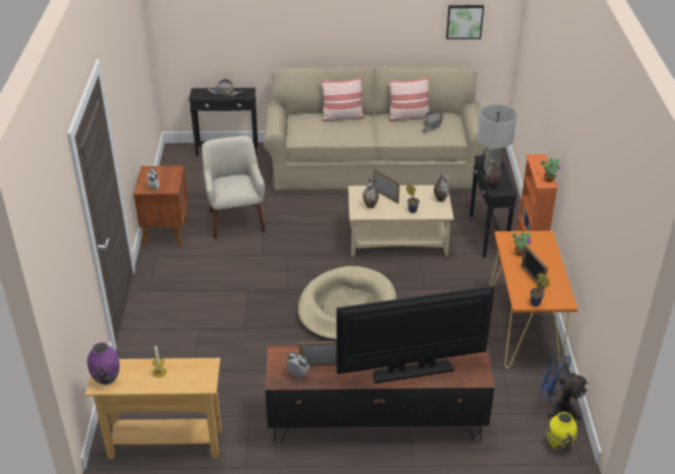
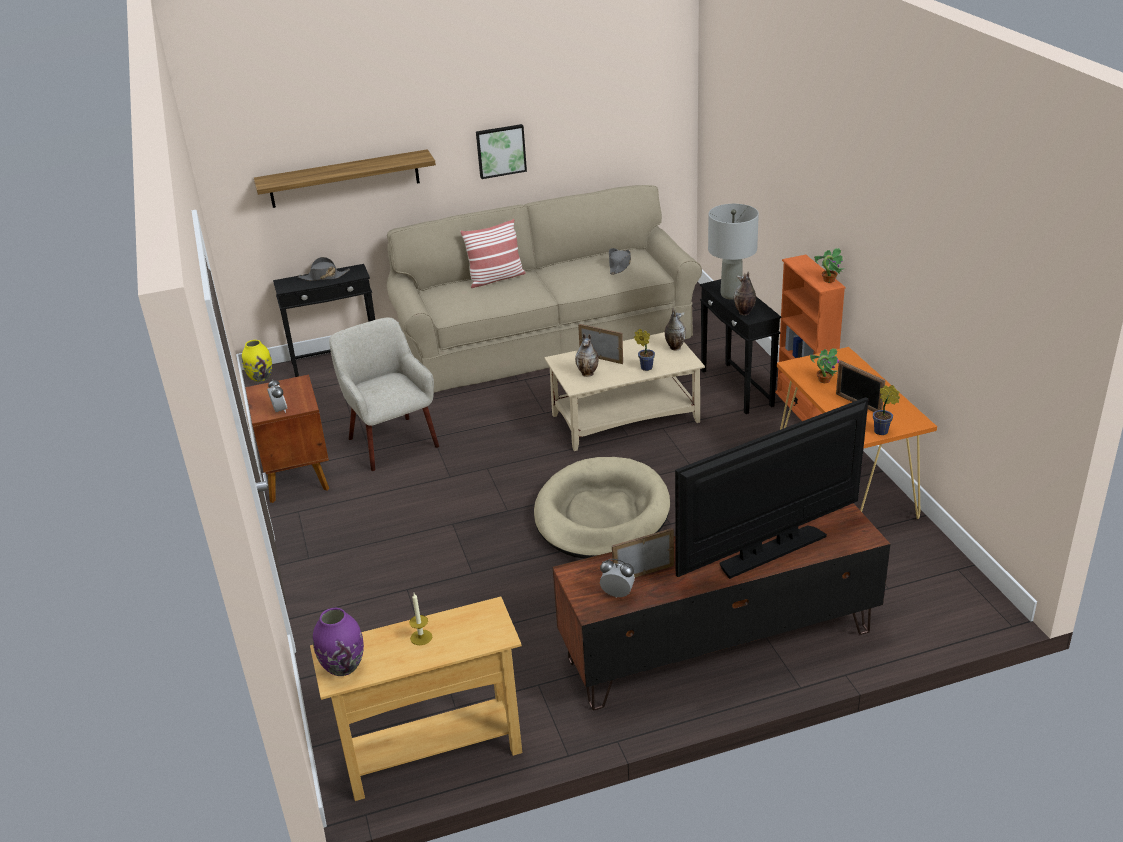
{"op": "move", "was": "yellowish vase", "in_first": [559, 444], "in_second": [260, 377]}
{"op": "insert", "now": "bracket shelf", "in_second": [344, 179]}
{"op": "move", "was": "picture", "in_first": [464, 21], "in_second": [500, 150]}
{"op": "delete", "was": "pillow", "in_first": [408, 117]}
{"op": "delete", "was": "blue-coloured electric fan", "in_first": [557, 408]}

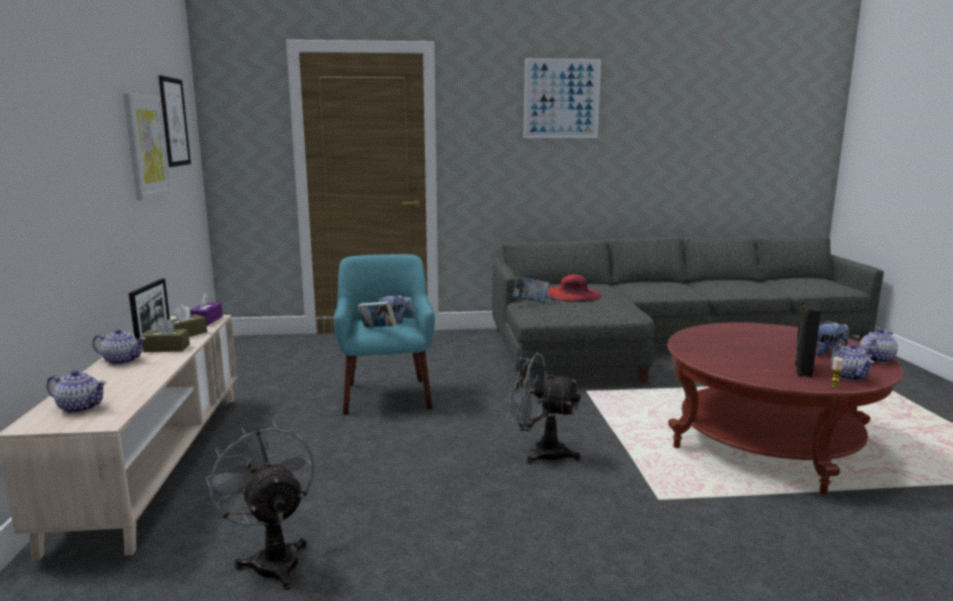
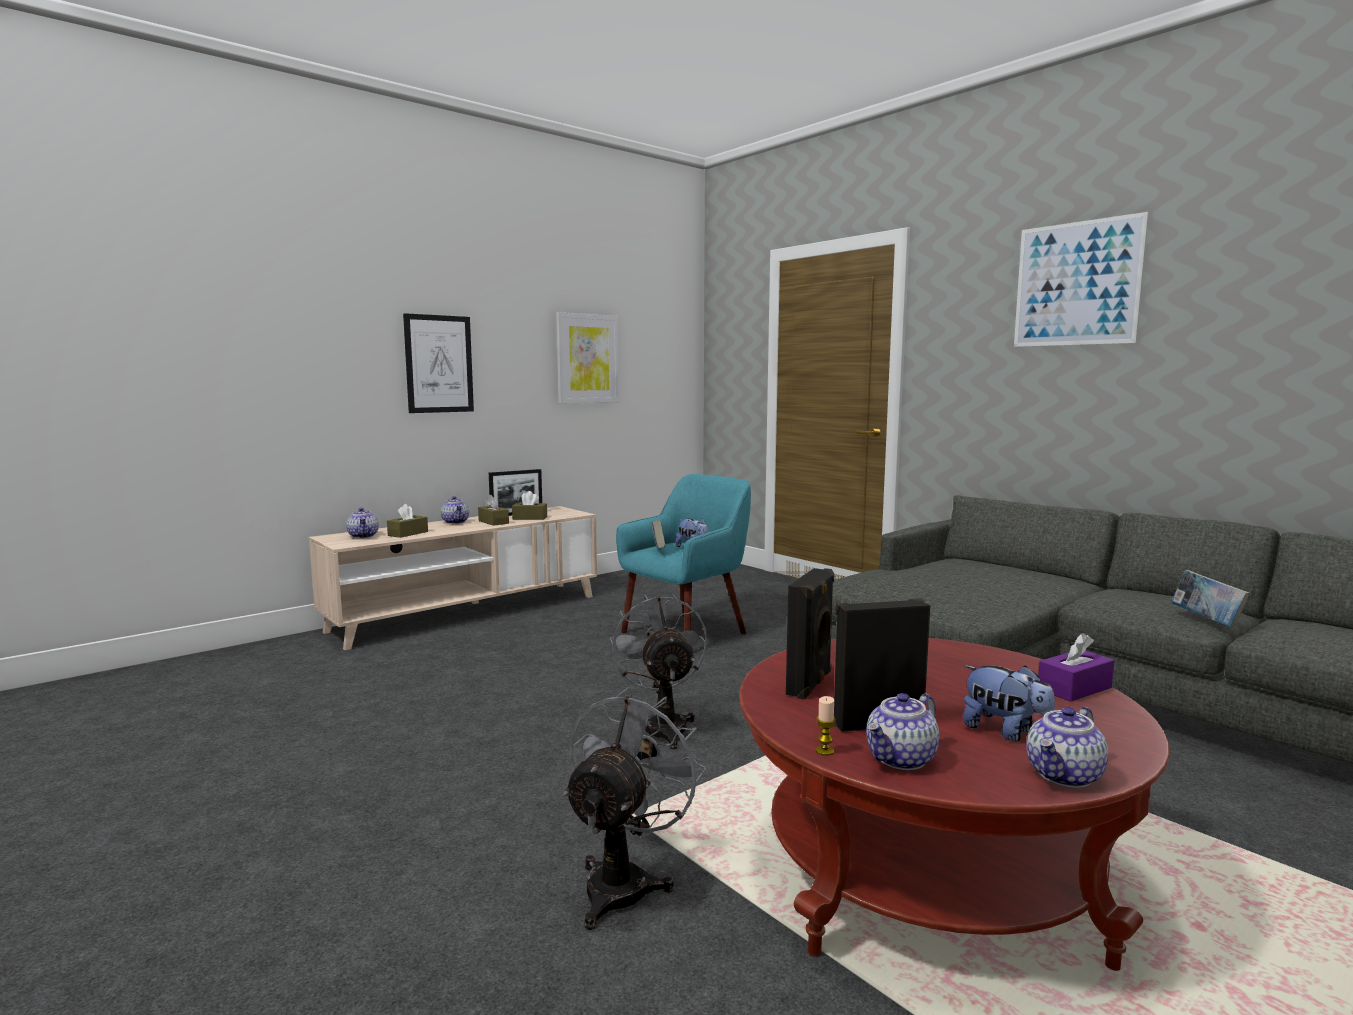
{"op": "insert", "now": "brown-coloured box of tissues", "in_second": [408, 533]}
{"op": "move", "was": "picture", "in_first": [174, 122], "in_second": [439, 364]}
{"op": "move", "was": "greyish electric fan", "in_first": [273, 559], "in_second": [625, 882]}
{"op": "insert", "now": "blackish loudspeaker", "in_second": [810, 684]}
{"op": "rotate", "was": "tea pot", "in_first": [875, 359], "in_second": [1065, 776], "clockwise": 120}
{"op": "move", "was": "purplish box of tissues", "in_first": [206, 320], "in_second": [1074, 688]}
{"op": "move", "was": "volume", "in_first": [530, 302], "in_second": [1206, 621]}
{"op": "delete", "was": "red hat", "in_first": [573, 294]}

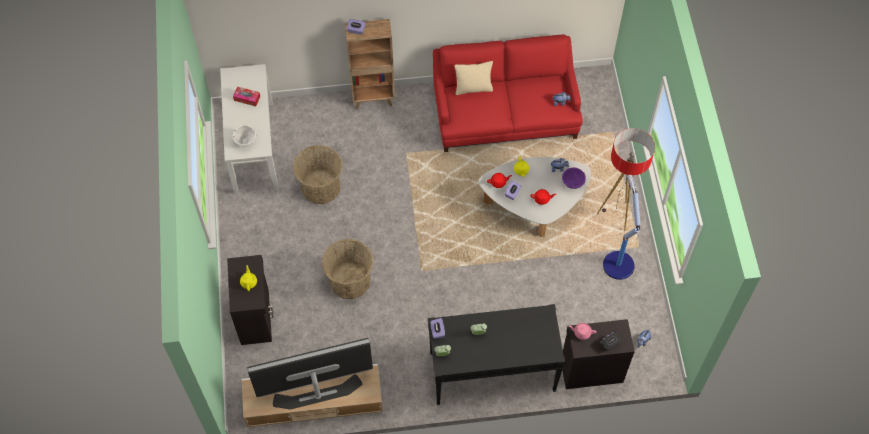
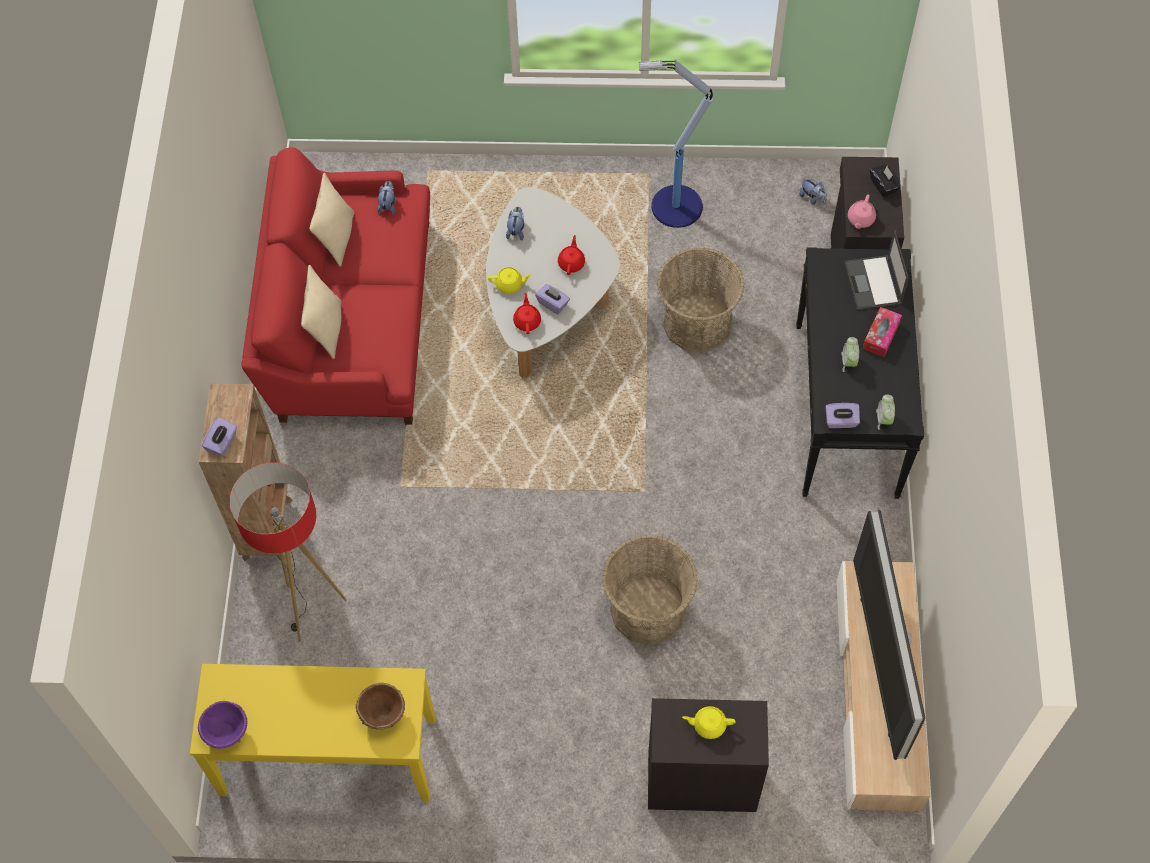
{"op": "recolor", "was": "white-coloured narrow table", "now": "yellowish narrow table", "in_first": [253, 148], "in_second": [328, 757]}
{"op": "move", "was": "purplish bowl", "in_first": [572, 183], "in_second": [227, 732]}
{"op": "move", "was": "floor lamp", "in_first": [615, 215], "in_second": [310, 609]}
{"op": "insert", "now": "beige-coloured pillow", "in_second": [337, 238]}
{"op": "recolor", "was": "white-coloured bowl", "now": "brown-coloured bowl", "in_first": [246, 141], "in_second": [383, 713]}
{"op": "move", "was": "storage basket", "in_first": [320, 186], "in_second": [697, 322]}
{"op": "insert", "now": "laptop", "in_second": [873, 284]}
{"op": "move", "was": "box of tissues", "in_first": [247, 98], "in_second": [881, 335]}

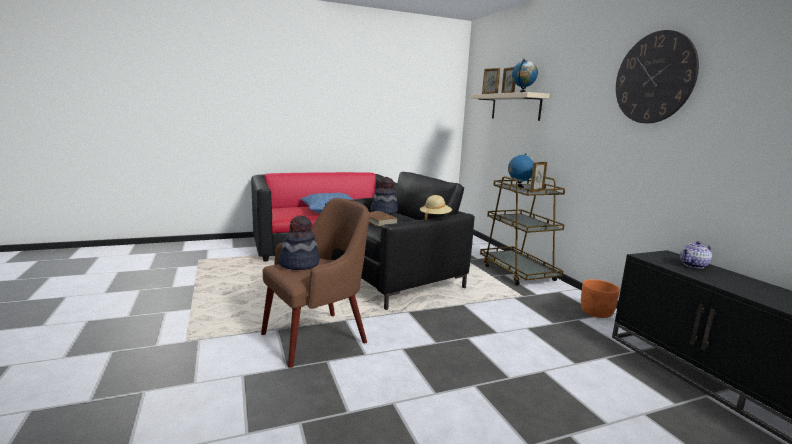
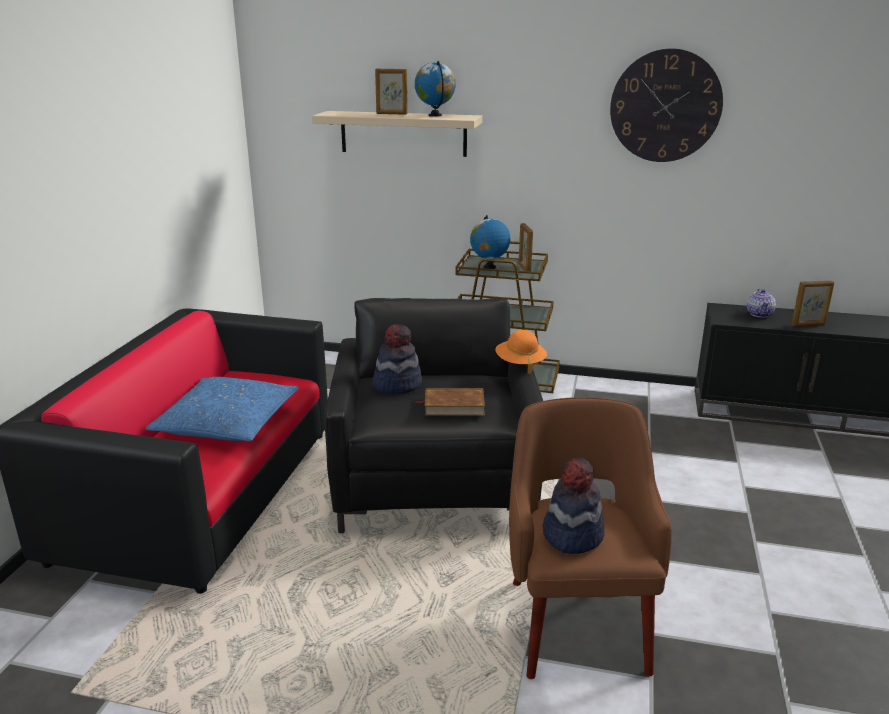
{"op": "recolor", "was": "beige-coloured hat", "now": "orange-coloured hat", "in_first": [435, 217], "in_second": [520, 363]}
{"op": "move", "was": "picture frame", "in_first": [489, 94], "in_second": [808, 325]}
{"op": "delete", "was": "orange-coloured plant pot", "in_first": [596, 313]}

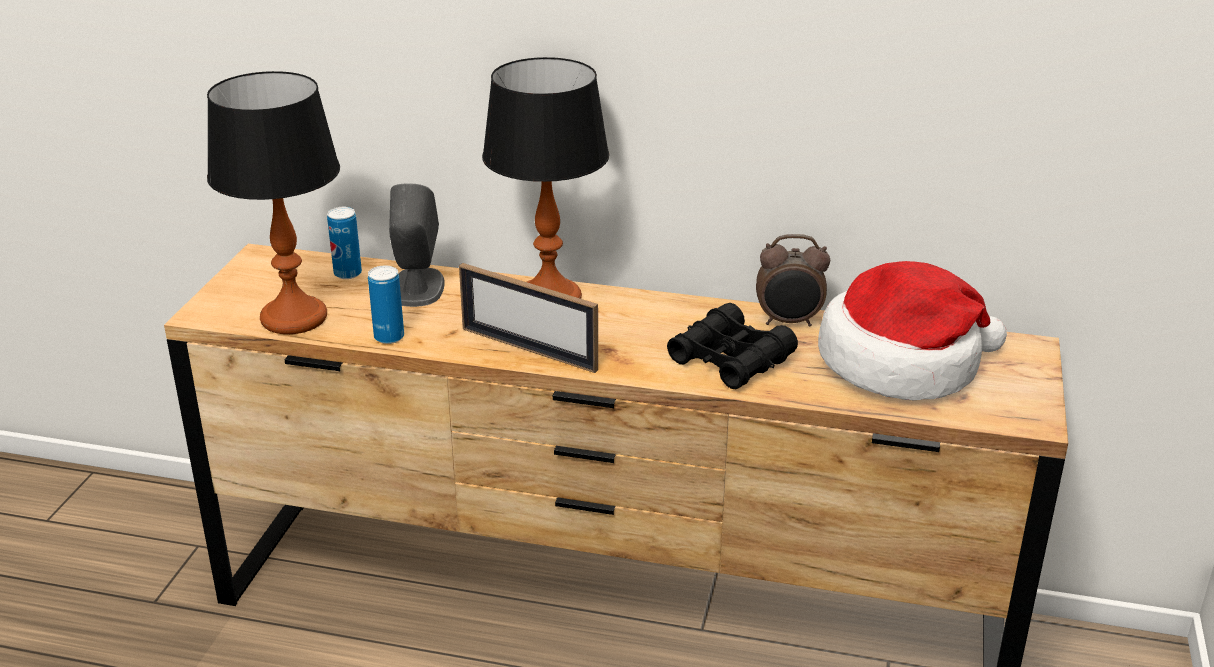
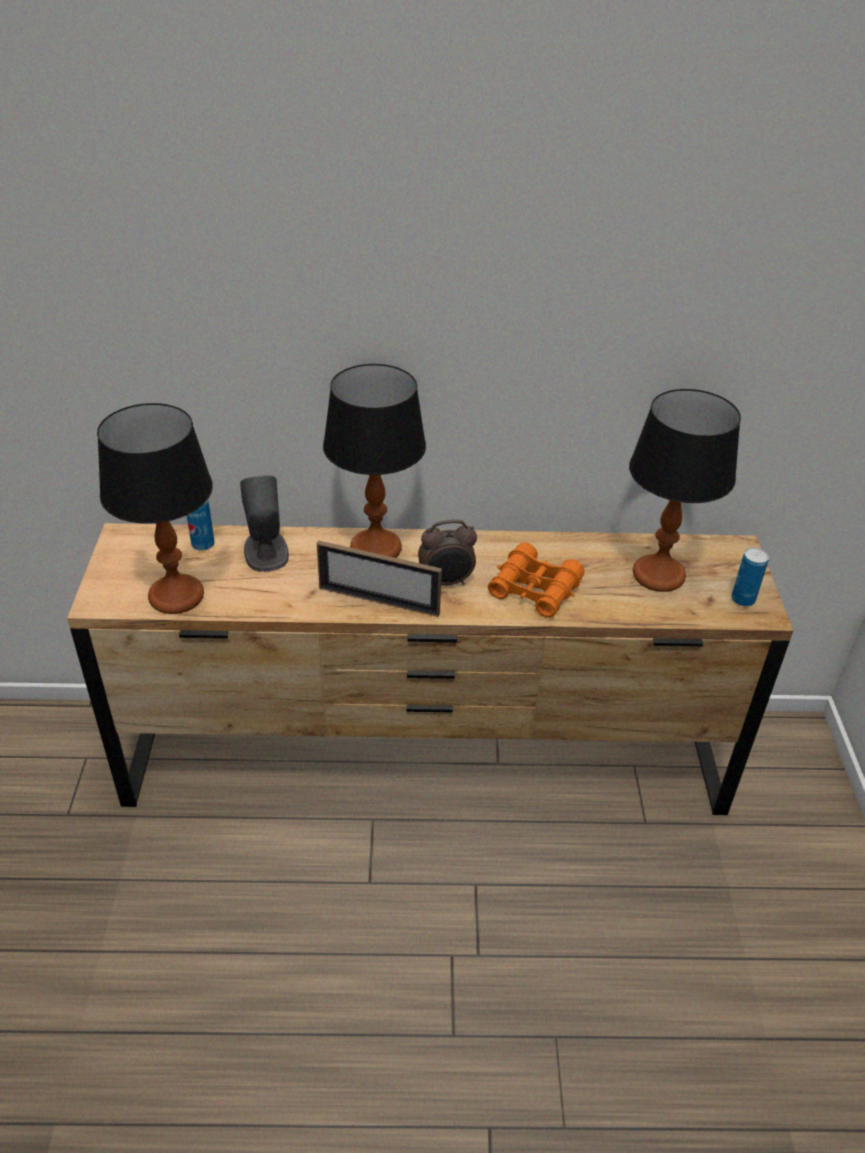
{"op": "move", "was": "alarm clock", "in_first": [789, 322], "in_second": [446, 582]}
{"op": "recolor", "was": "blackish binoculars", "now": "orange-coloured binoculars", "in_first": [730, 360], "in_second": [534, 589]}
{"op": "replace", "was": "hat", "now": "lamp for a table", "in_first": [902, 363], "in_second": [658, 574]}
{"op": "move", "was": "can", "in_first": [389, 337], "in_second": [743, 599]}

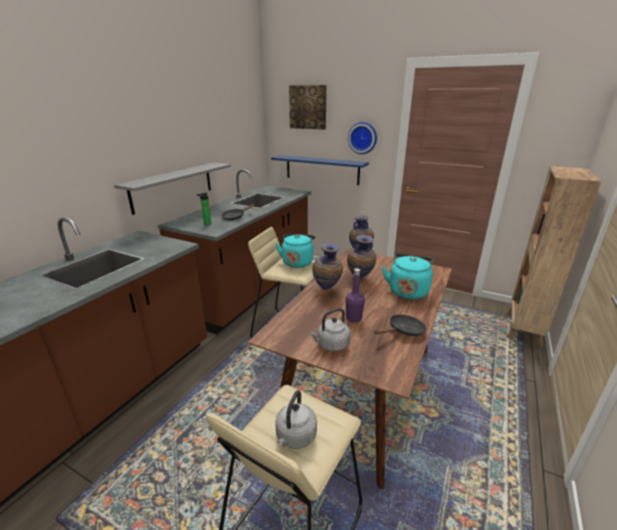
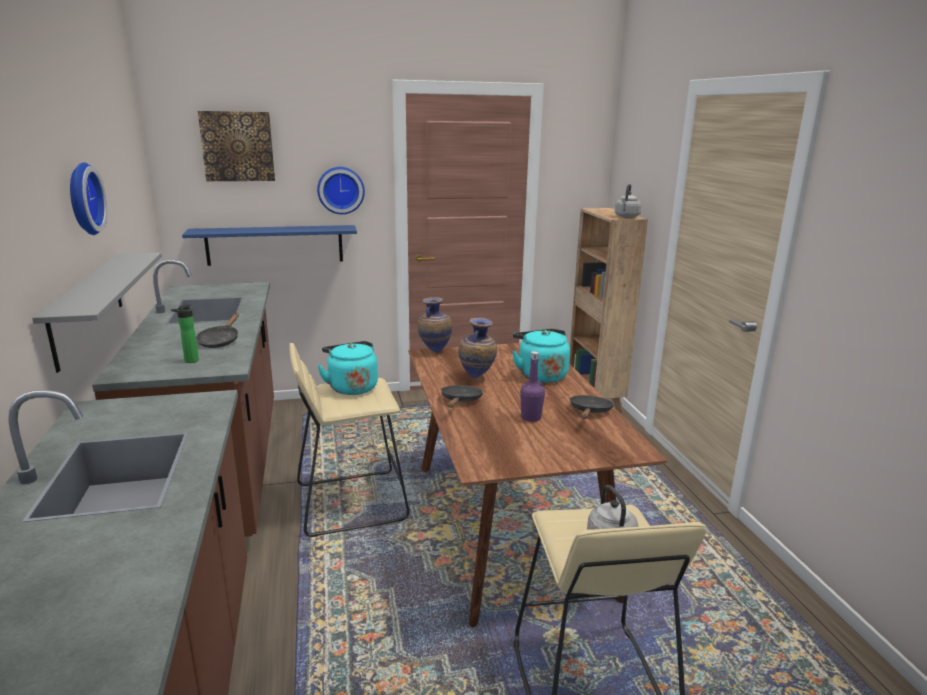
{"op": "insert", "now": "clock on the wall", "in_second": [81, 199]}
{"op": "replace", "was": "vase", "now": "blackish skillet", "in_first": [327, 290], "in_second": [460, 401]}
{"op": "move", "was": "greyish kettle", "in_first": [331, 345], "in_second": [626, 217]}

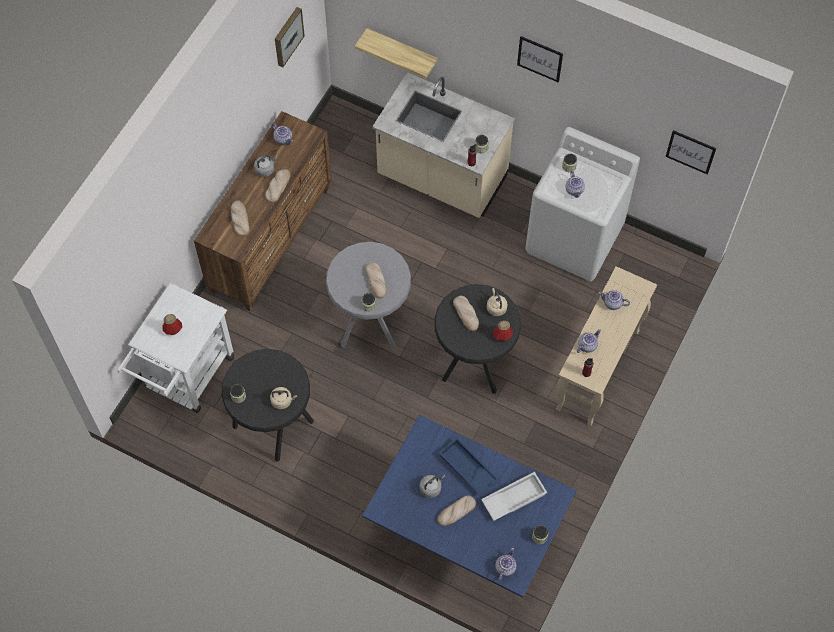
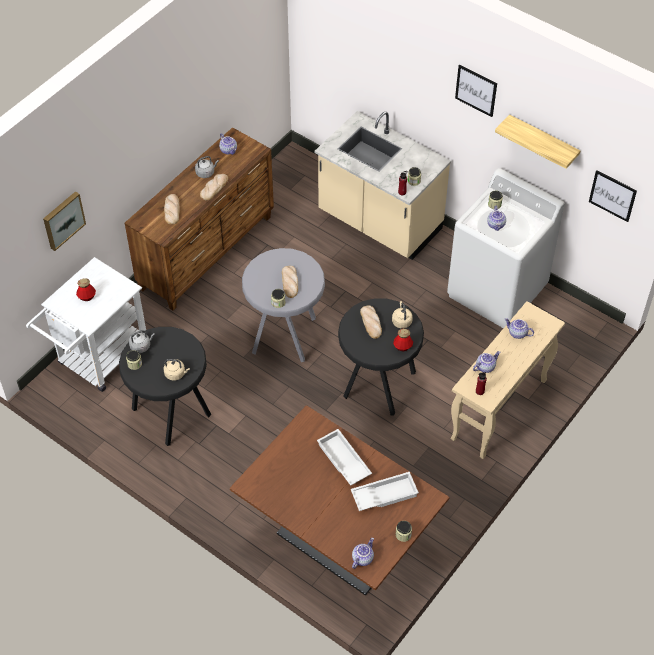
{"op": "move", "was": "picture", "in_first": [287, 36], "in_second": [63, 220]}
{"op": "move", "was": "greyish kettle", "in_first": [431, 488], "in_second": [141, 346]}
{"op": "recolor", "was": "blue-coloured kitchen table", "now": "brown-coloured kitchen table", "in_first": [466, 536], "in_second": [338, 542]}
{"op": "recolor", "was": "blue-coloured tray", "now": "white-coloured tray", "in_first": [467, 469], "in_second": [343, 461]}
{"op": "move", "was": "bracket shelf", "in_first": [402, 51], "in_second": [542, 142]}
{"op": "delete", "was": "bread", "in_first": [456, 512]}

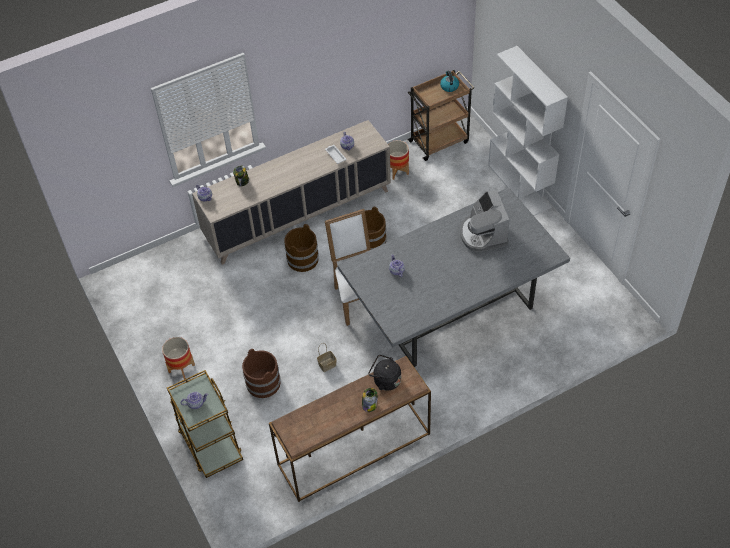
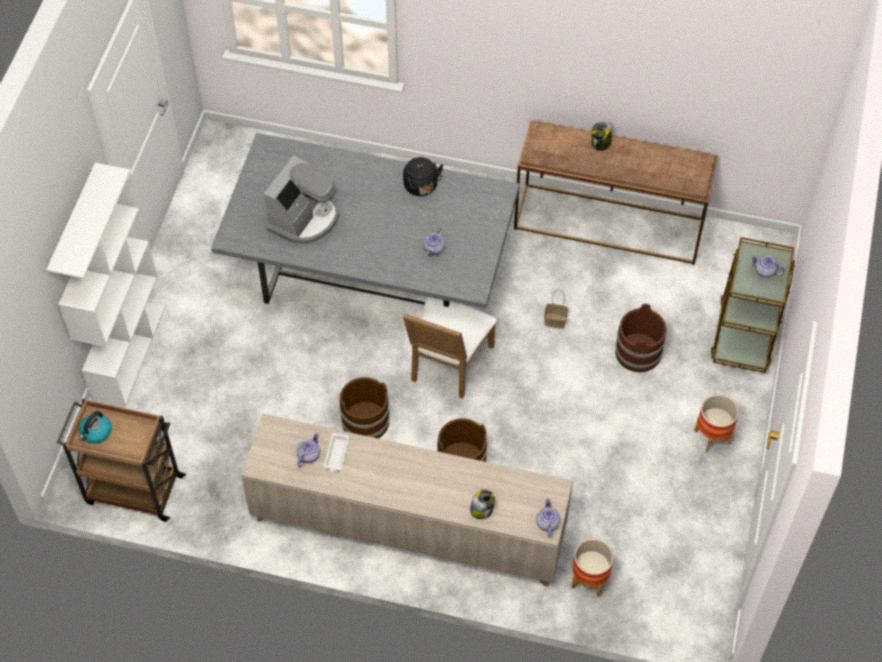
{"op": "move", "was": "blackish kettle", "in_first": [385, 380], "in_second": [422, 187]}
{"op": "move", "was": "plant pot", "in_first": [397, 171], "in_second": [589, 580]}

